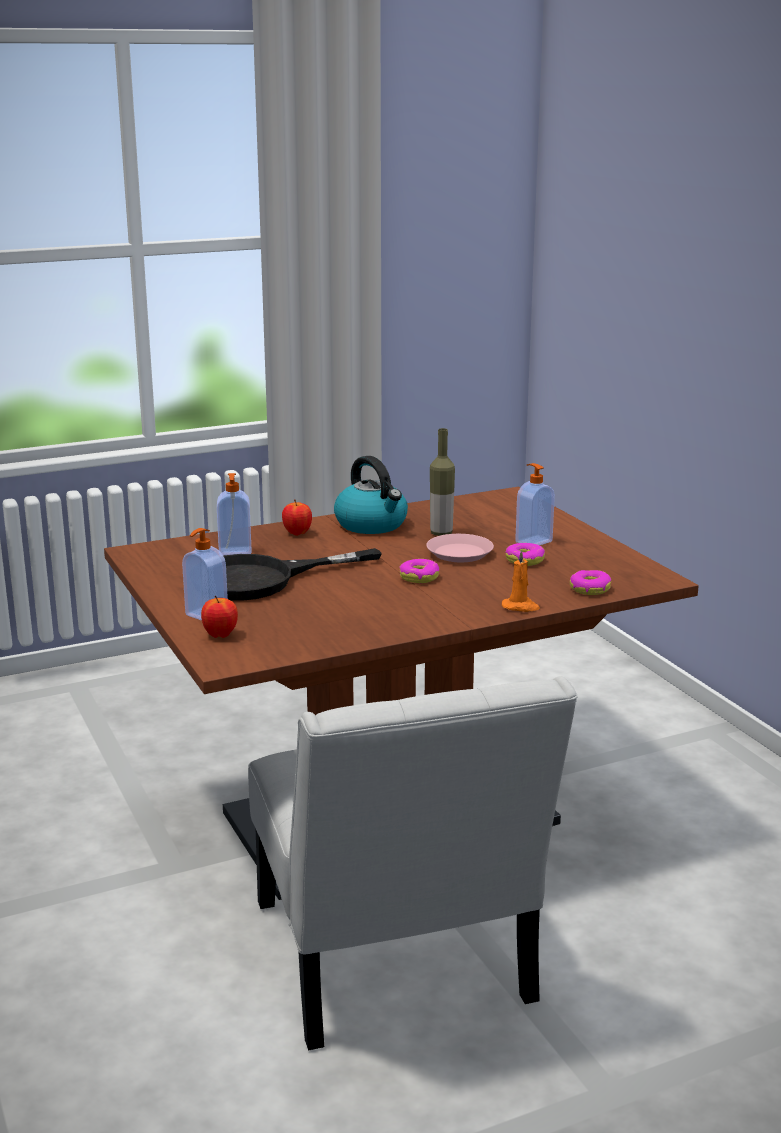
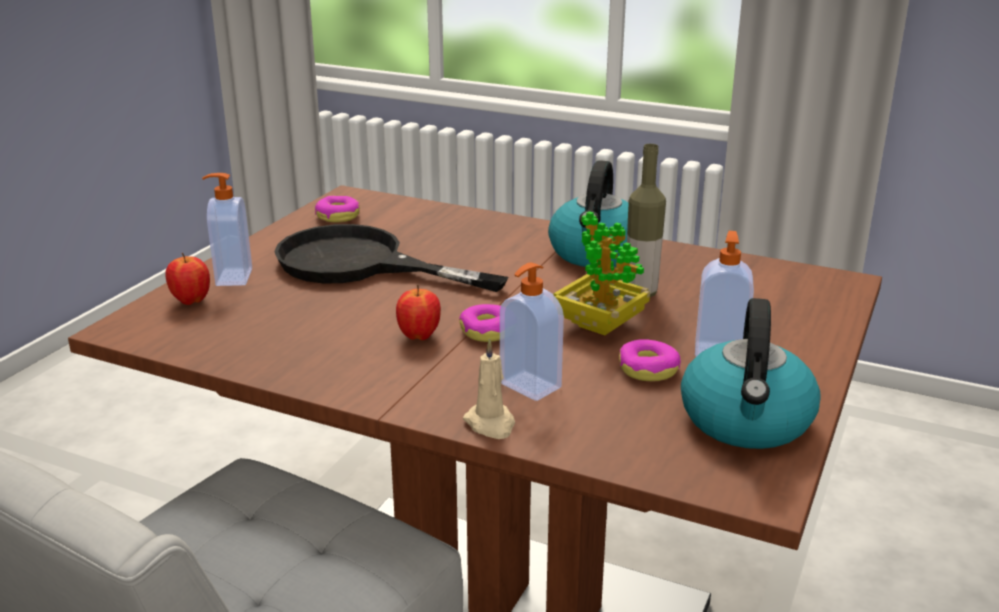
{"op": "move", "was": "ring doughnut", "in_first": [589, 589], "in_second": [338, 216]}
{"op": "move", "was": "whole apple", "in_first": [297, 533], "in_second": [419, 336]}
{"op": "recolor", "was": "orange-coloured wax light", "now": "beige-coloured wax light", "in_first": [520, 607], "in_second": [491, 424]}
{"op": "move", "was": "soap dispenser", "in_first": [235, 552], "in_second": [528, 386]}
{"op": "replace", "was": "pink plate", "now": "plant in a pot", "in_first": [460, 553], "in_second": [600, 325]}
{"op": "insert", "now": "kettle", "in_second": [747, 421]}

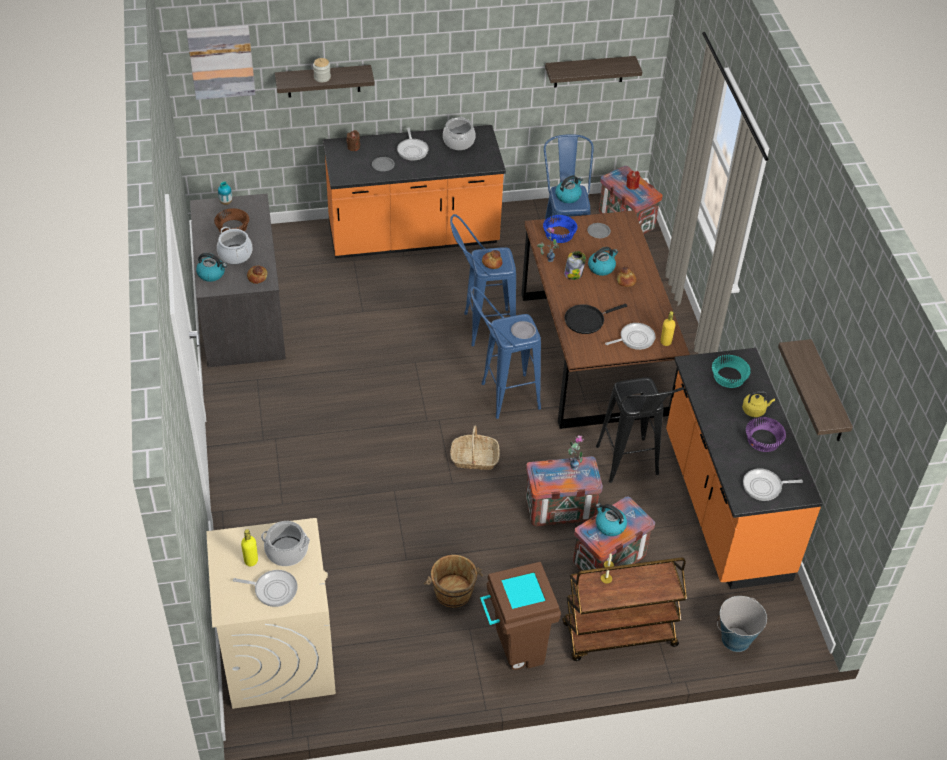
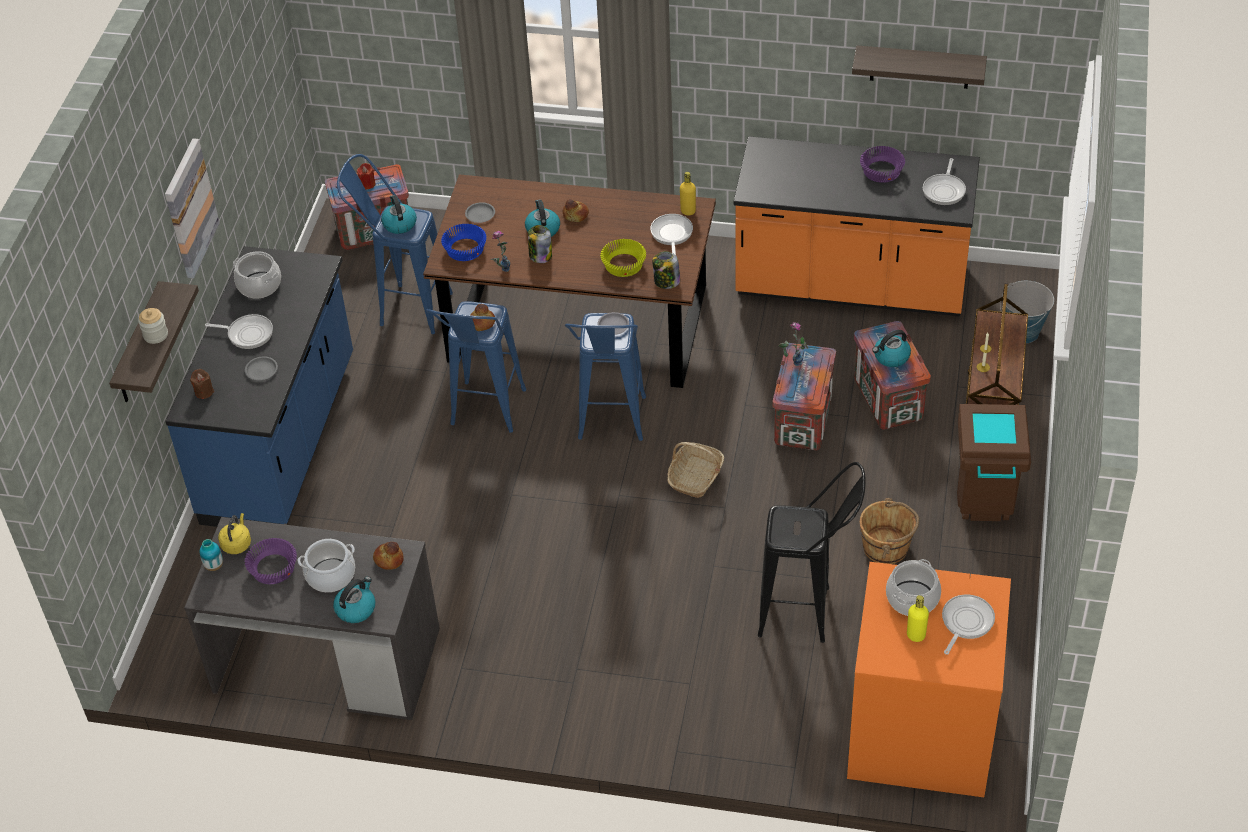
{"op": "move", "was": "picture", "in_first": [221, 61], "in_second": [189, 208]}
{"op": "recolor", "was": "orange-coloured counter", "now": "blue-coloured counter", "in_first": [413, 237], "in_second": [282, 441]}
{"op": "move", "was": "yellowish kettle", "in_first": [755, 410], "in_second": [237, 543]}
{"op": "recolor", "was": "brown-coloured bowl", "now": "purplish bowl", "in_first": [232, 228], "in_second": [273, 569]}
{"op": "replace", "was": "blackish skillet", "now": "yellowish bowl", "in_first": [587, 320], "in_second": [623, 265]}
{"op": "insert", "now": "storage jar", "in_second": [666, 282]}
{"op": "move", "was": "blackish stool seat", "in_first": [630, 468], "in_second": [808, 613]}
{"op": "recolor", "was": "beige-coloured washing machine", "now": "orange-coloured washing machine", "in_first": [278, 653], "in_second": [919, 734]}
{"op": "delete", "was": "bracket shelf", "in_first": [589, 71]}
{"op": "delete", "was": "turquoise-coloured bowl", "in_first": [729, 377]}

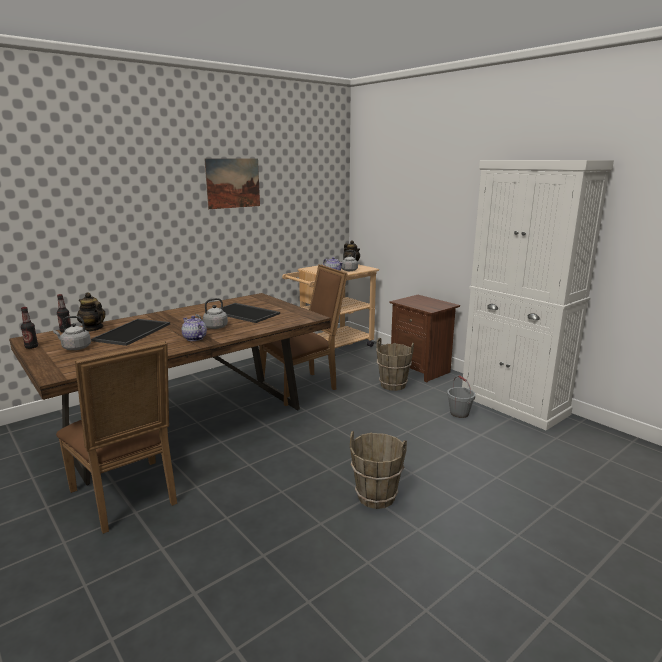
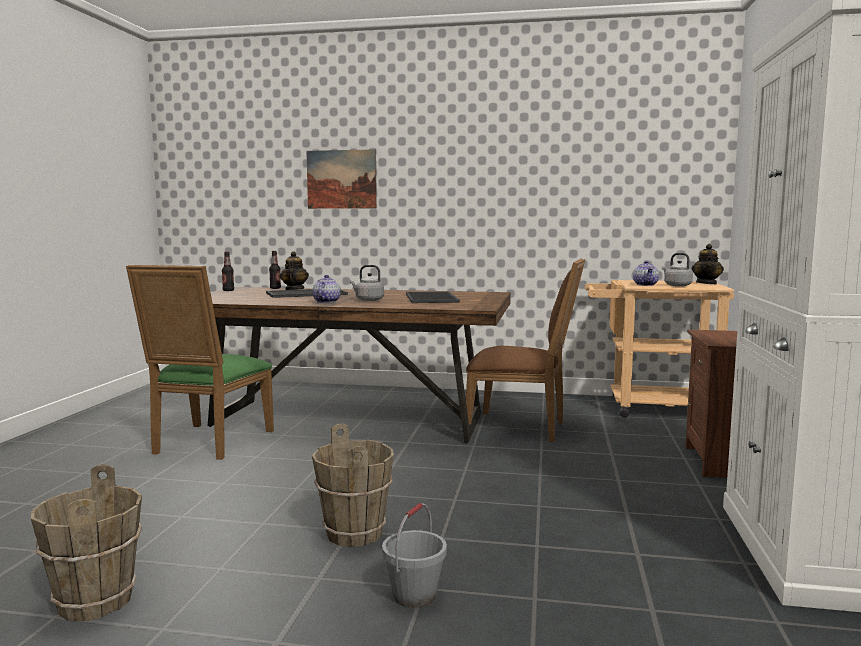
{"op": "move", "was": "brown-coloured water bucket", "in_first": [393, 385], "in_second": [94, 602]}
{"op": "recolor", "was": "brown-coloured upright chair", "now": "green-coloured upright chair", "in_first": [128, 498], "in_second": [208, 443]}
{"op": "move", "was": "picture", "in_first": [233, 183], "in_second": [341, 179]}
{"op": "move", "was": "greyish water bucket", "in_first": [459, 413], "in_second": [414, 596]}
{"op": "delete", "was": "greyish kettle", "in_first": [75, 348]}

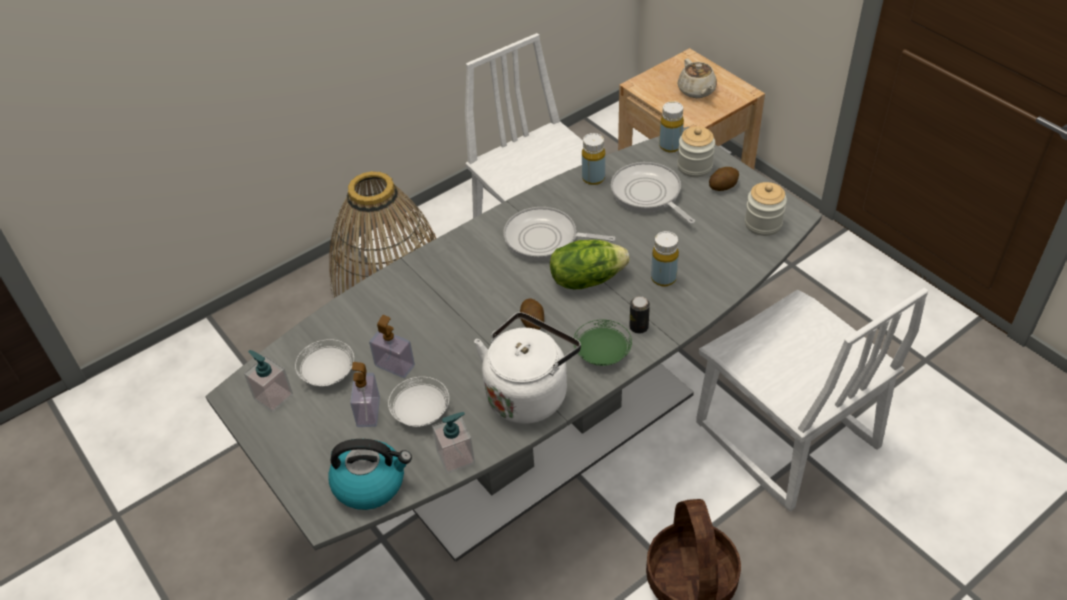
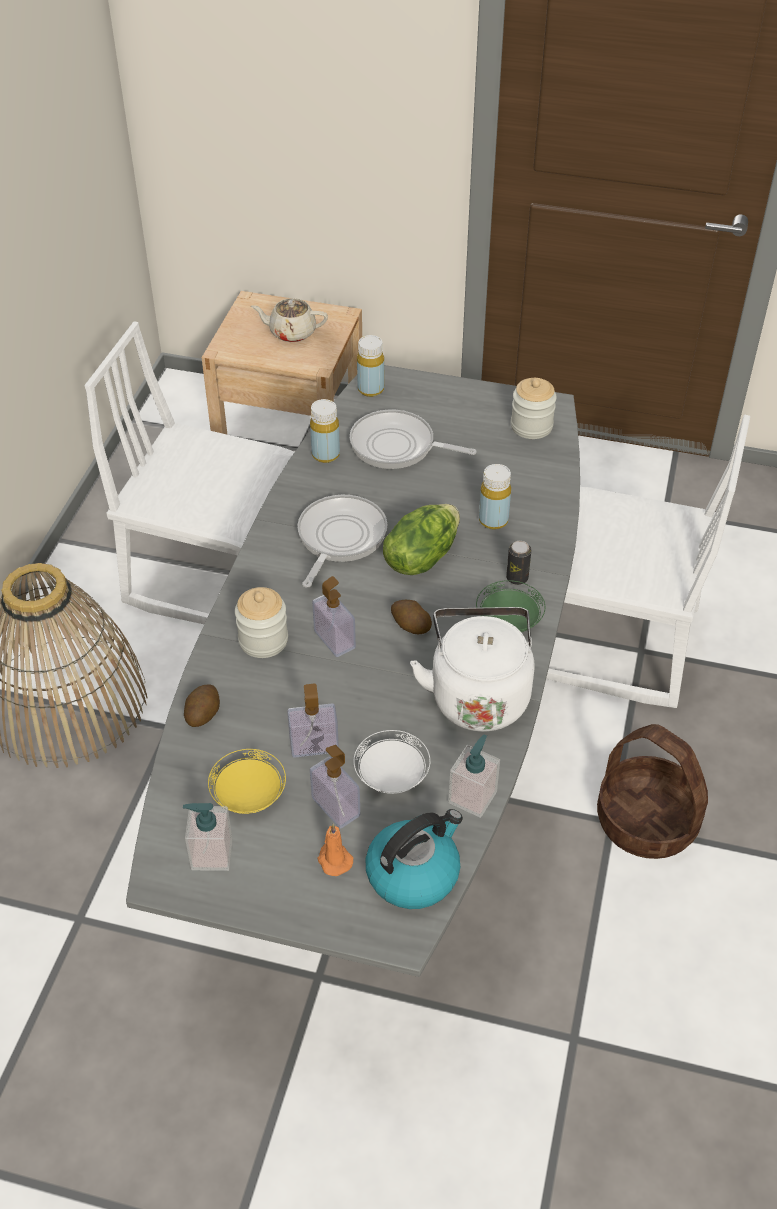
{"op": "move", "was": "potato", "in_first": [723, 186], "in_second": [203, 714]}
{"op": "recolor", "was": "white-coloured plate", "now": "yellowish plate", "in_first": [328, 373], "in_second": [248, 795]}
{"op": "move", "was": "storage jar", "in_first": [694, 167], "in_second": [263, 640]}
{"op": "rotate", "was": "beige-coloured tea pot", "in_first": [696, 91], "in_second": [291, 332], "clockwise": 150}
{"op": "rotate", "was": "skillet", "in_first": [545, 239], "in_second": [339, 538], "clockwise": 135}
{"op": "insert", "now": "soap dispenser", "in_second": [334, 639]}
{"op": "insert", "now": "orange-coloured wax light", "in_second": [334, 859]}

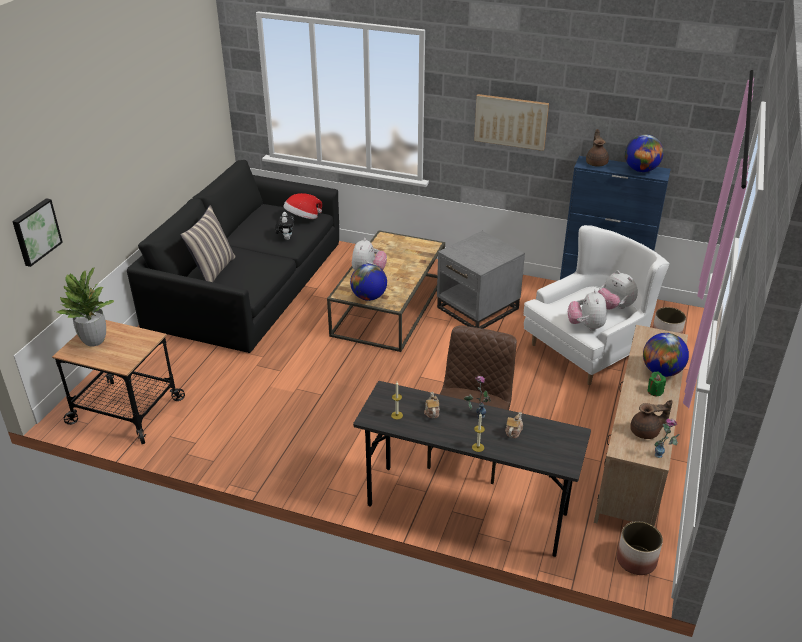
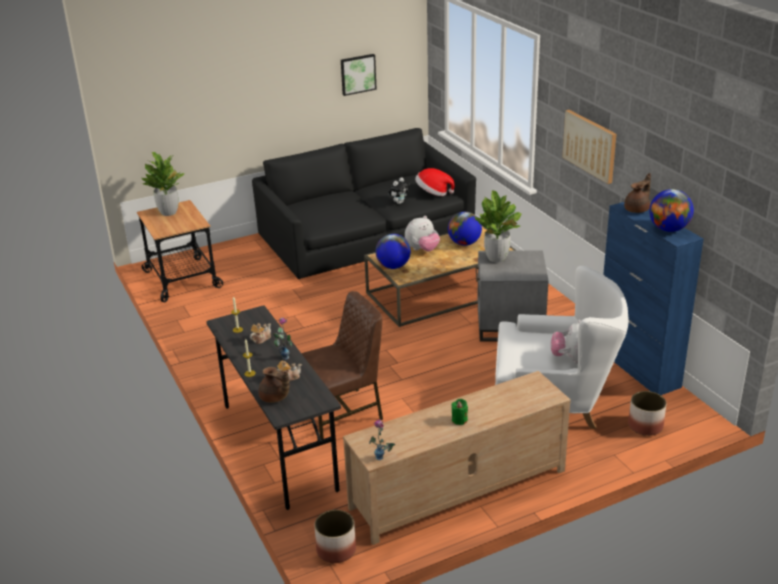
{"op": "move", "was": "brown-coloured tea pot", "in_first": [646, 432], "in_second": [274, 398]}
{"op": "move", "was": "picture", "in_first": [35, 231], "in_second": [357, 74]}
{"op": "move", "was": "globe", "in_first": [661, 371], "in_second": [464, 243]}
{"op": "insert", "now": "plant in a pot", "in_second": [497, 258]}
{"op": "delete", "was": "pillow", "in_first": [213, 270]}
{"op": "delete", "was": "cuddly toy", "in_first": [585, 326]}

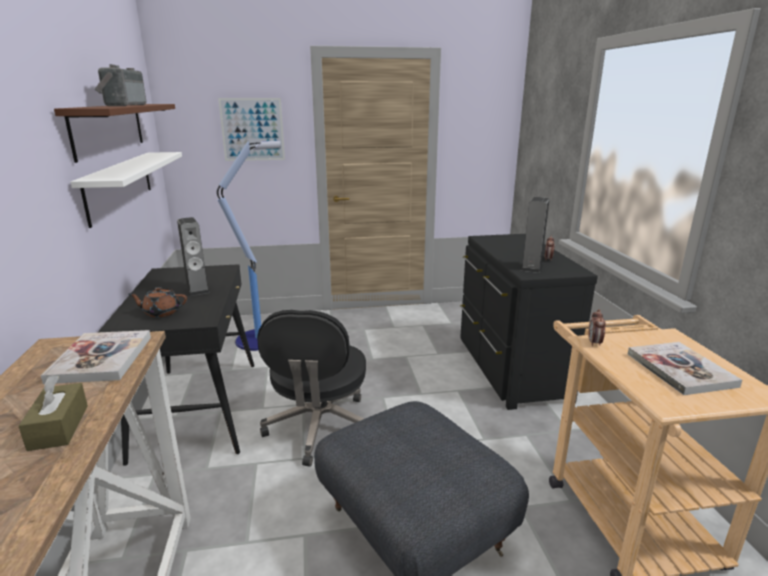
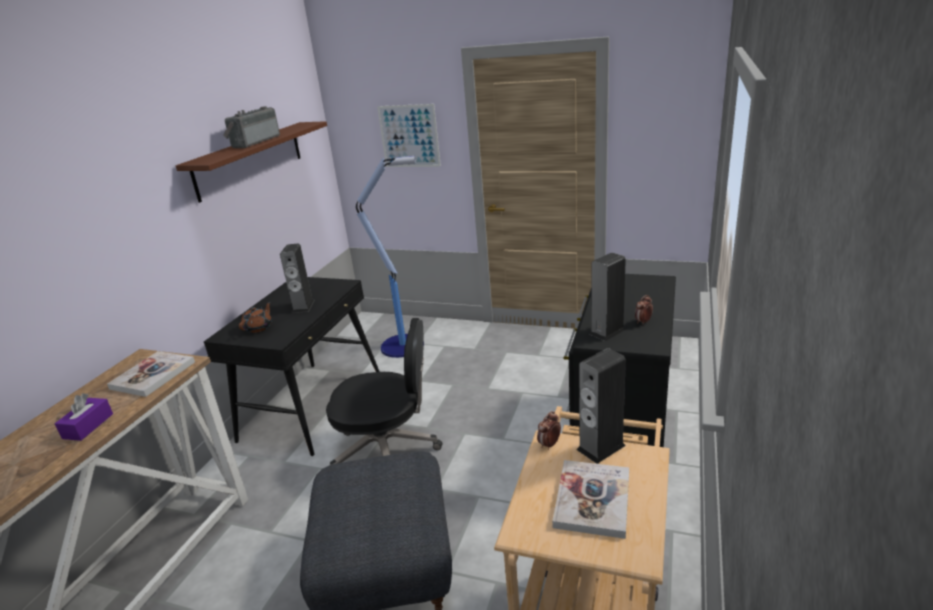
{"op": "recolor", "was": "brown-coloured box of tissues", "now": "purplish box of tissues", "in_first": [59, 427], "in_second": [88, 426]}
{"op": "rotate", "was": "brown-coloured tea pot", "in_first": [161, 312], "in_second": [258, 327], "clockwise": 90}
{"op": "rotate", "was": "blackish office chair", "in_first": [320, 428], "in_second": [388, 450], "clockwise": -120}
{"op": "insert", "now": "loudspeaker", "in_second": [601, 447]}
{"op": "delete", "was": "white-coloured bracket shelf", "in_first": [120, 185]}

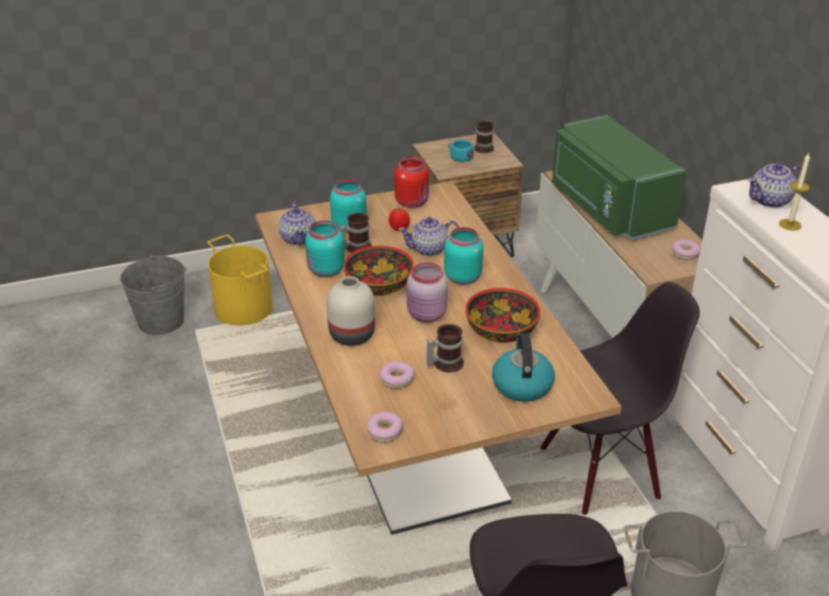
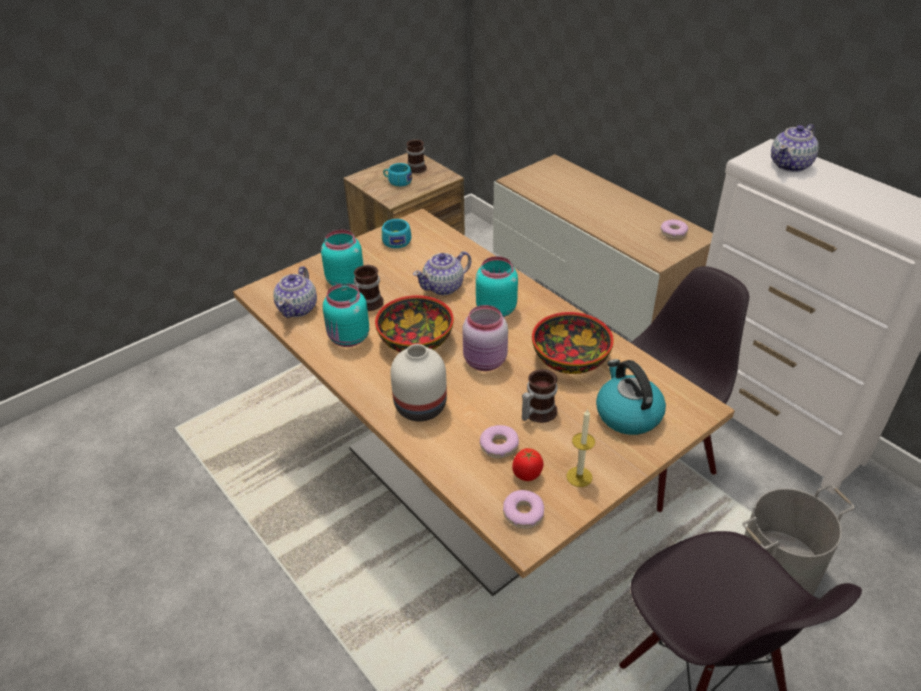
{"op": "rotate", "was": "tea pot", "in_first": [299, 238], "in_second": [298, 308], "clockwise": 45}
{"op": "replace", "was": "red storage jar", "now": "turquoise-coloured drinking cup", "in_first": [412, 202], "in_second": [396, 239]}
{"op": "move", "was": "whole tomato", "in_first": [399, 229], "in_second": [527, 475]}
{"op": "move", "was": "wax light", "in_first": [790, 224], "in_second": [579, 477]}
{"op": "delete", "was": "greyish water bucket", "in_first": [161, 321]}
{"op": "delete", "was": "yellowish water bucket", "in_first": [244, 308]}
{"op": "delete", "was": "green-coloured microwave oven", "in_first": [608, 207]}

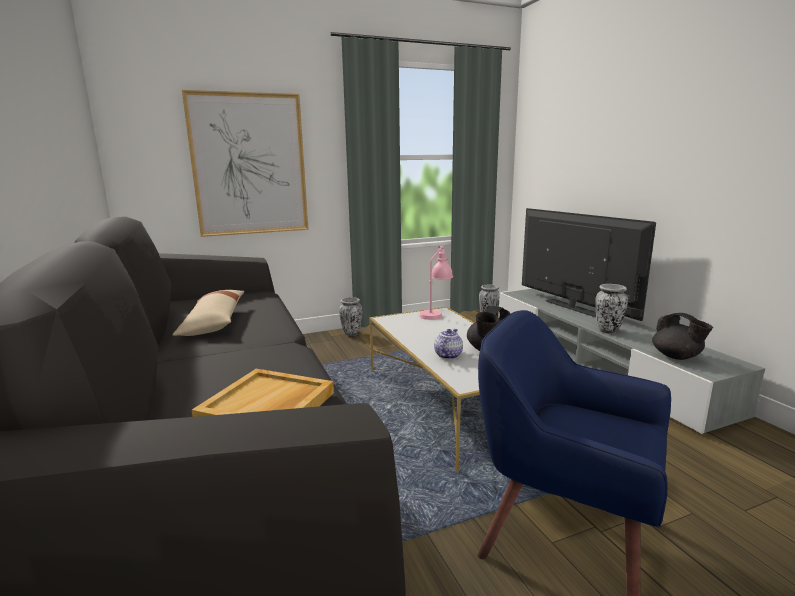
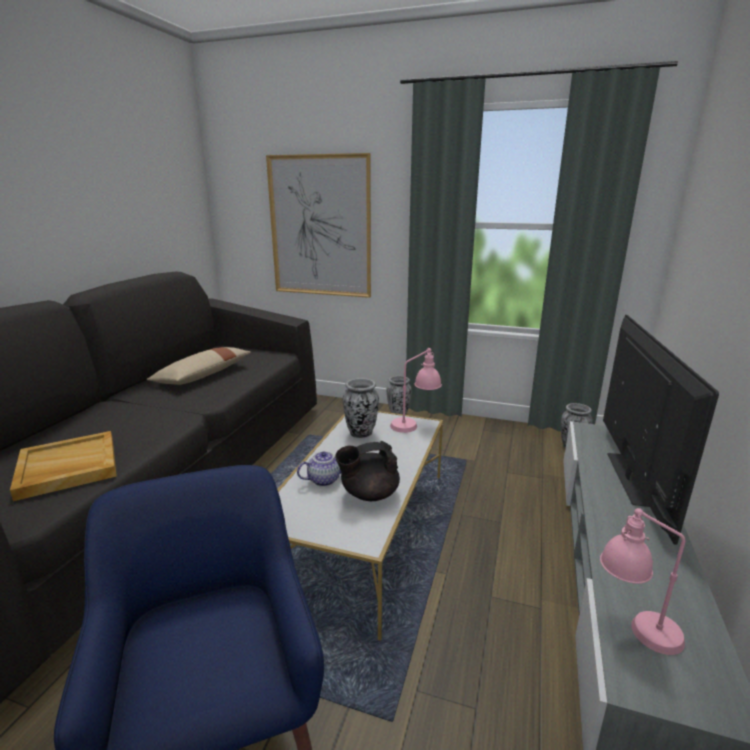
{"op": "move", "was": "vase", "in_first": [608, 331], "in_second": [361, 433]}
{"op": "replace", "was": "blackish tea pot", "now": "pink lamp for a table", "in_first": [676, 357], "in_second": [634, 629]}

